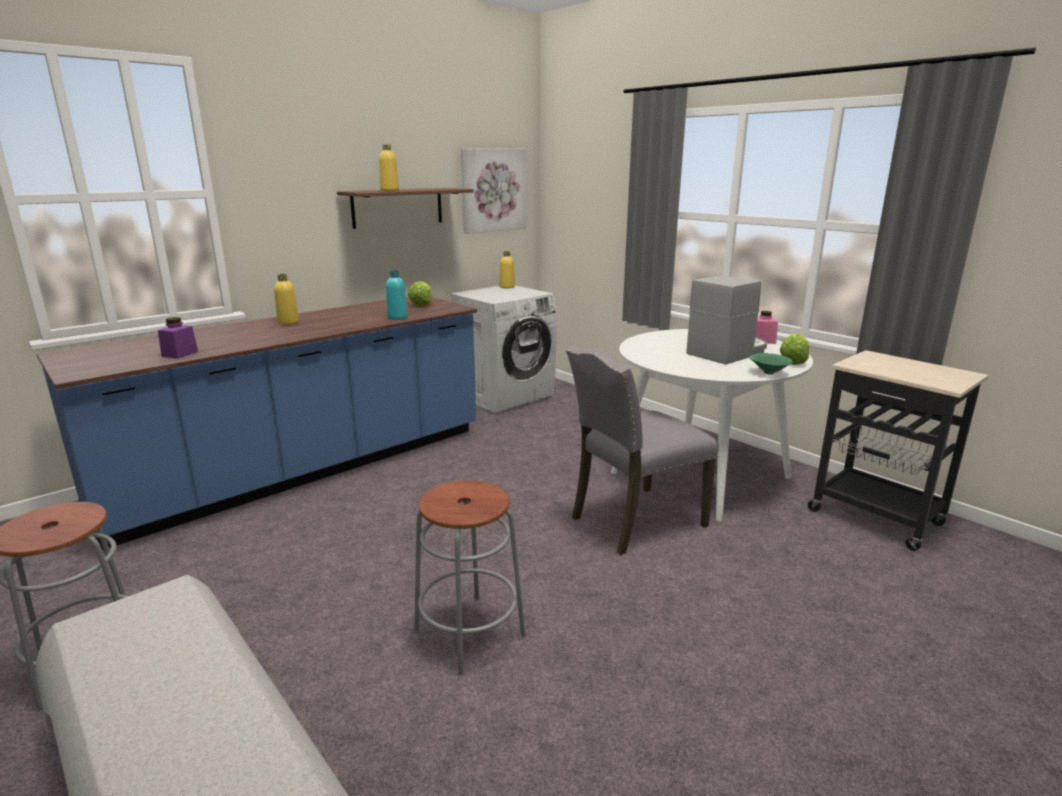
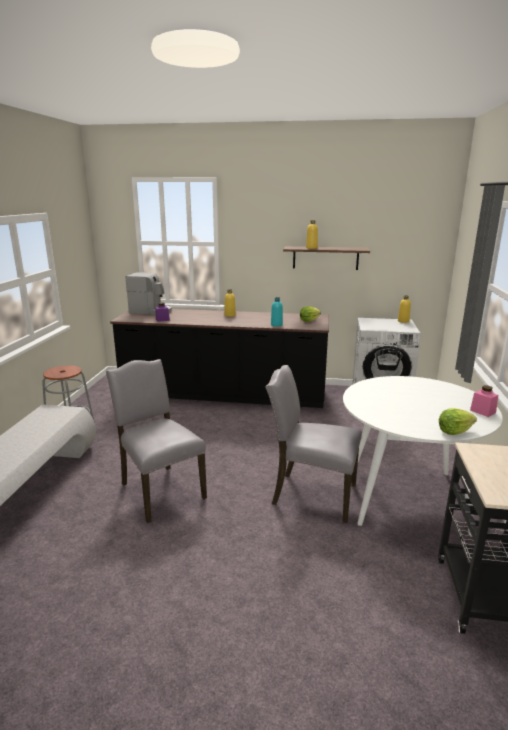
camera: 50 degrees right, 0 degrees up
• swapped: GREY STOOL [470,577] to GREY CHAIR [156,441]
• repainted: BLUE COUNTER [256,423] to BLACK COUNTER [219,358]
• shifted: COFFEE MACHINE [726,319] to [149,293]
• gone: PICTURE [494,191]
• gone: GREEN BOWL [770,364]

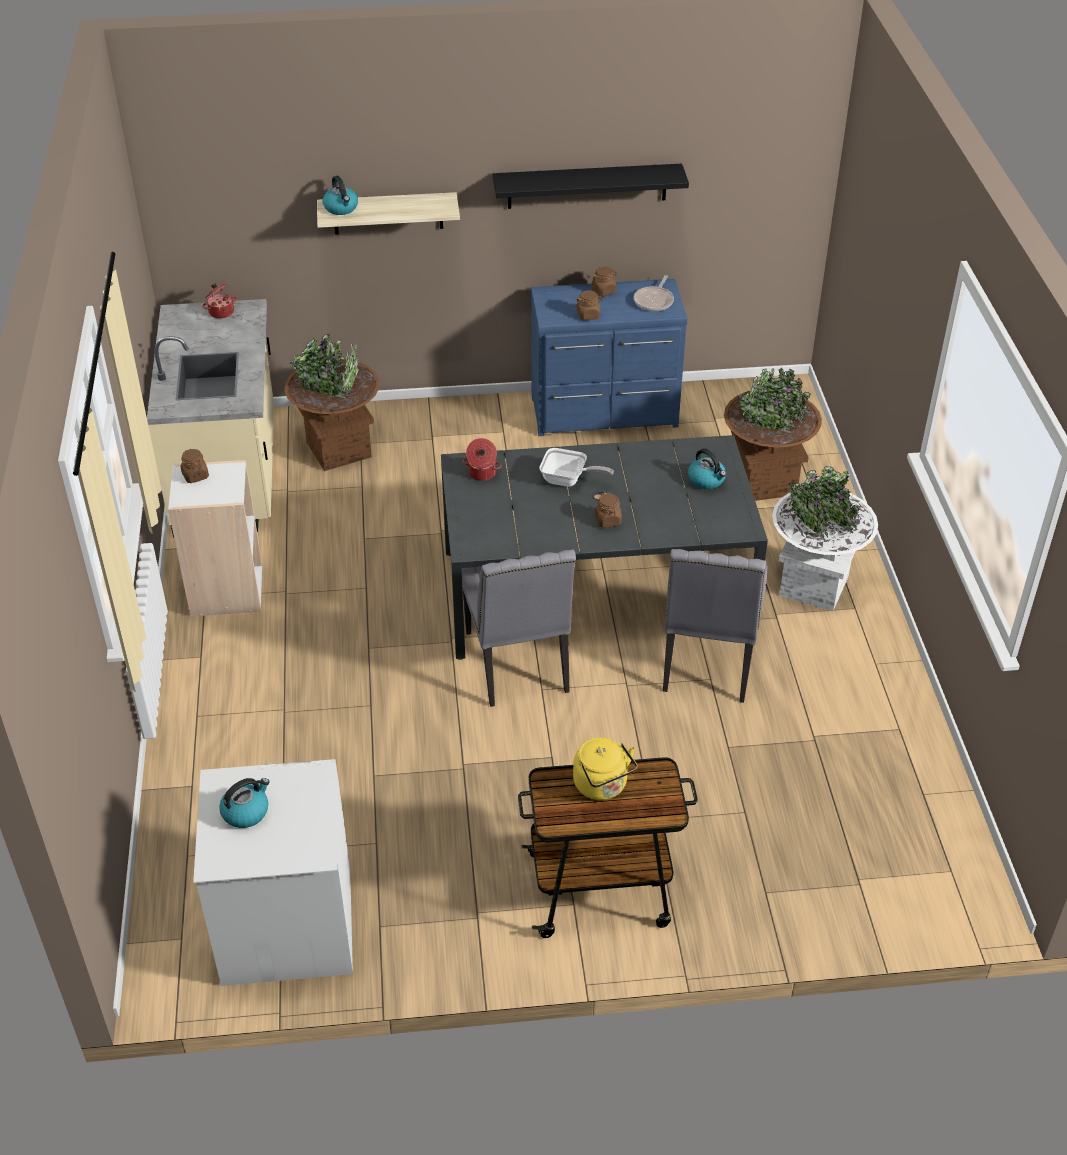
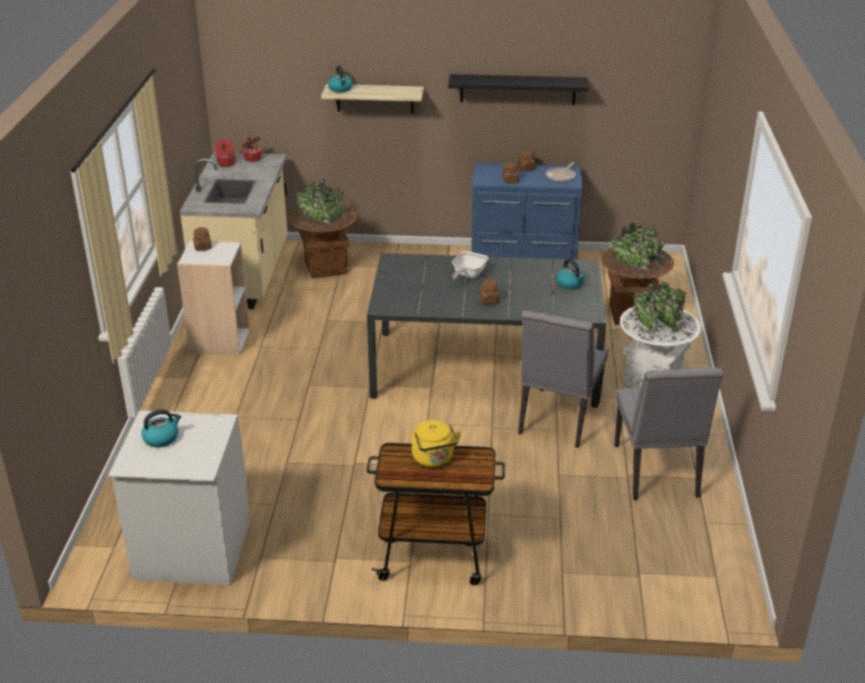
camera: 10 degrees right, 10 degrees down
• shifted: COOKING POT [482,459] to [226,153]
• rotated: FRYING PAN [576,467] = [470,265] 90 degrees clockwise
• shifted: GREY CHAIR [519,628] to [668,434]

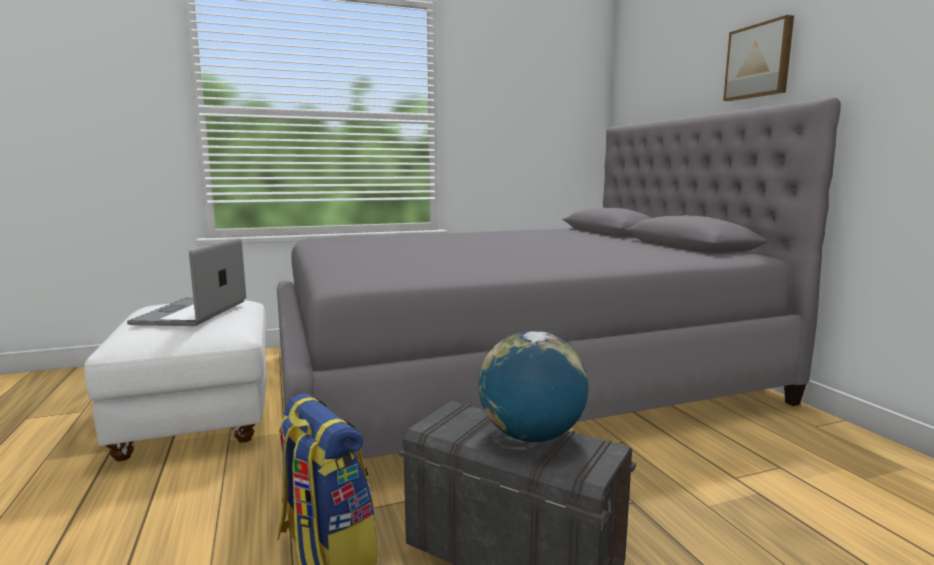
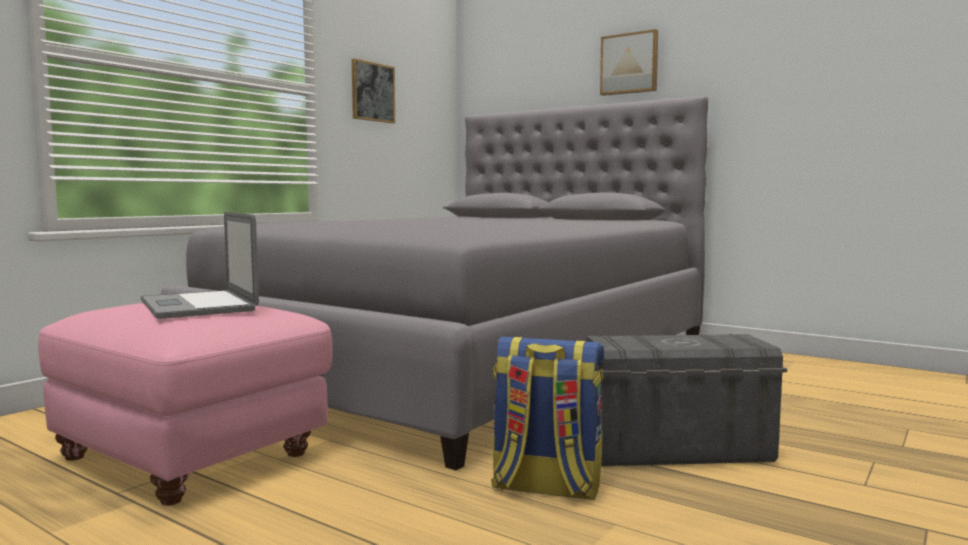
camera: 35 degrees left, 5 degrees down
• repainted: WHITE OTTOMAN [175,380] to PINK OTTOMAN [185,404]
• new: PICTURE [373,90]
• gone: GLOBE [533,386]

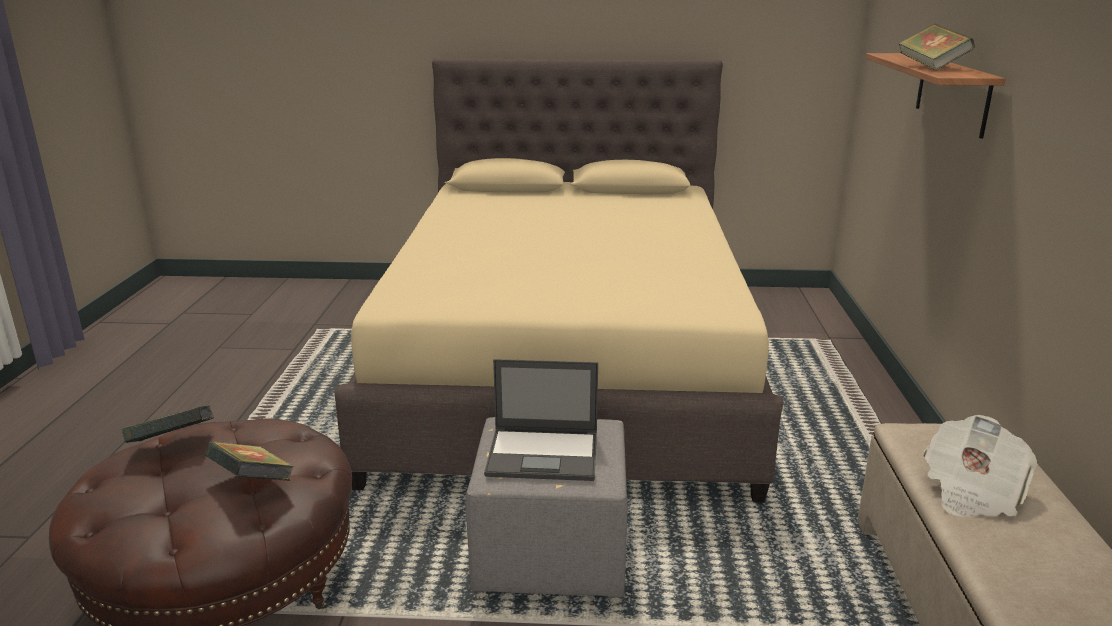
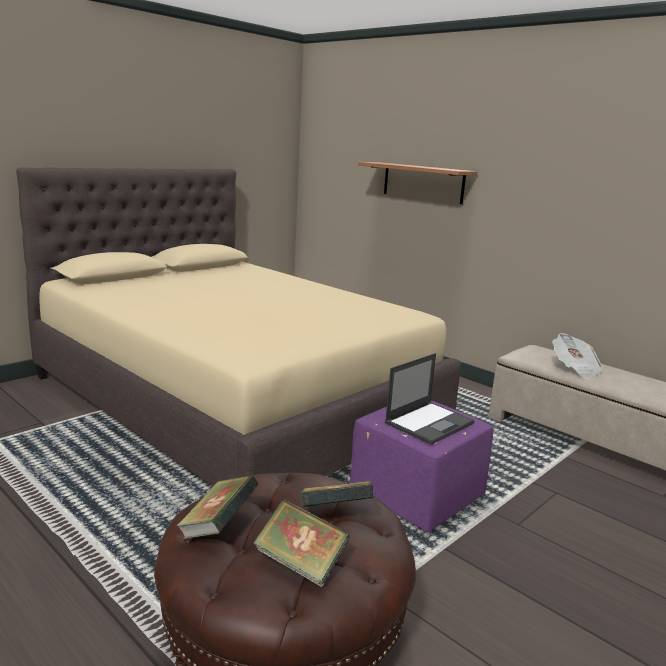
camera: 50 degrees left, 5 degrees down
• shifted: BOOK [936,47] to [301,543]
• repainted: GREY OTTOMAN [546,507] to PURPLE OTTOMAN [421,466]

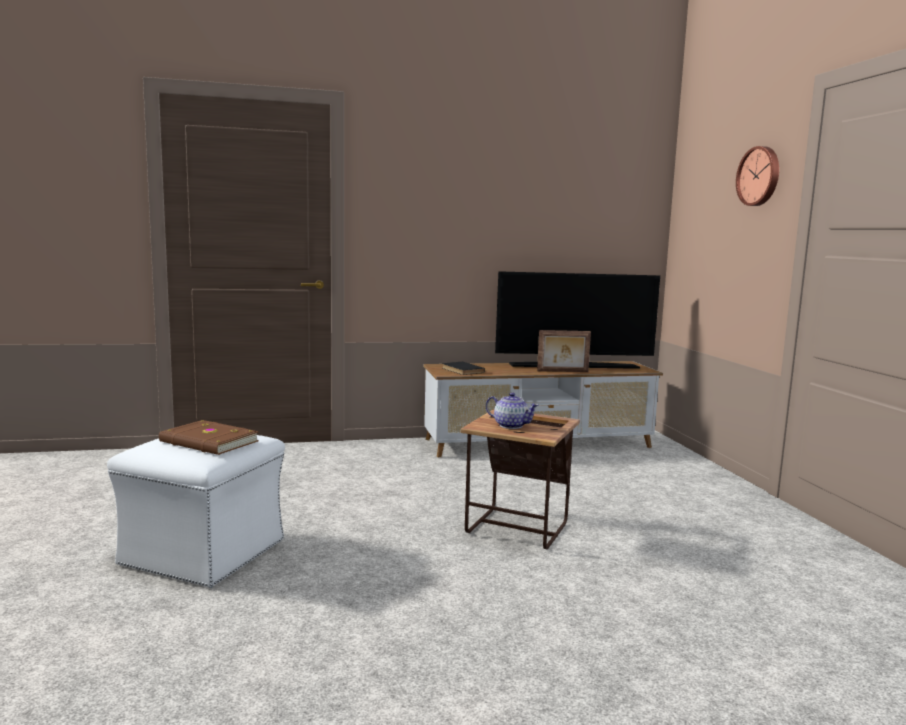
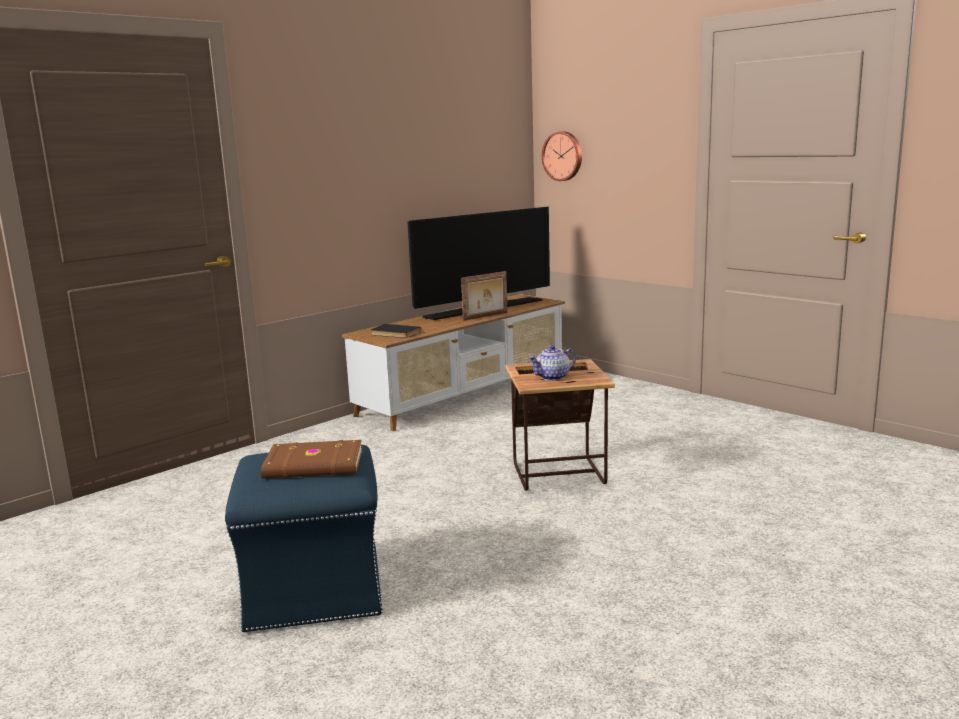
camera: 30 degrees left, 5 degrees up
• repainted: WHITE OTTOMAN [196,511] to BLUE OTTOMAN [304,538]
• rotated: TEAPOT [512,410] = [552,363] 150 degrees clockwise
• shifted: WALL CLOCK [757,176] to [562,156]

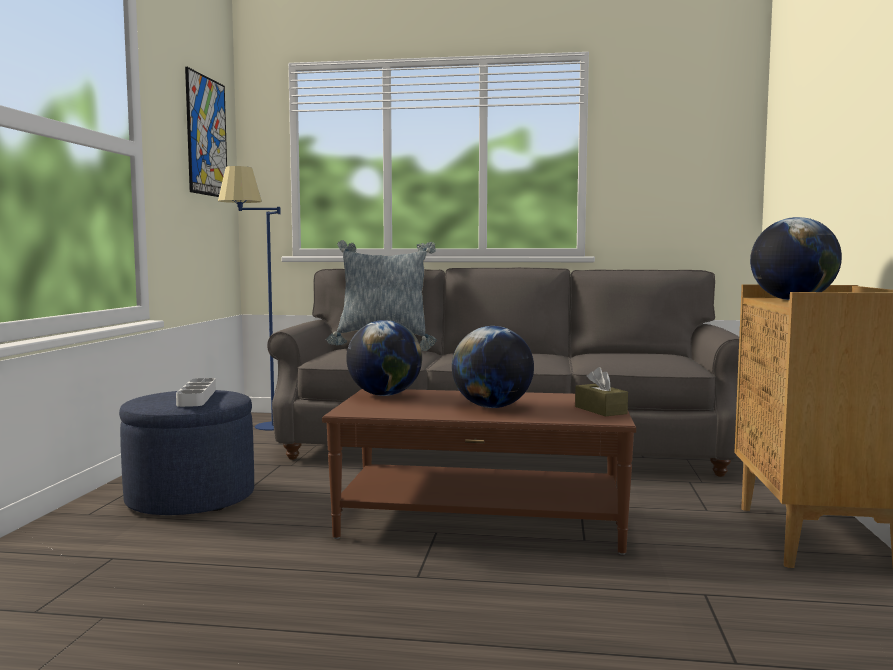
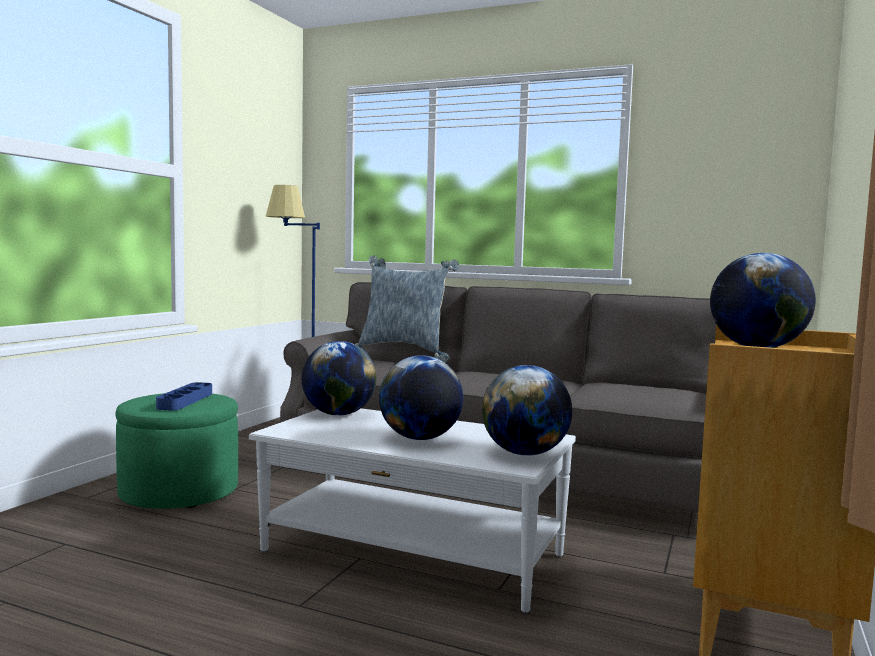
camera: 15 degrees right, 0 degrees up
• repainted: BLUE OTTOMAN [186,452] to GREEN OTTOMAN [177,451]
• repainted: GREY TRAY [196,392] to BLUE TRAY [184,396]
• repainted: BROWN COFFEE TABLE [479,472] to WHITE COFFEE TABLE [412,510]
• swapped: BROWN TISSUE BOX [601,391] to GLOBE [527,410]
• gone: PICTURE [206,132]

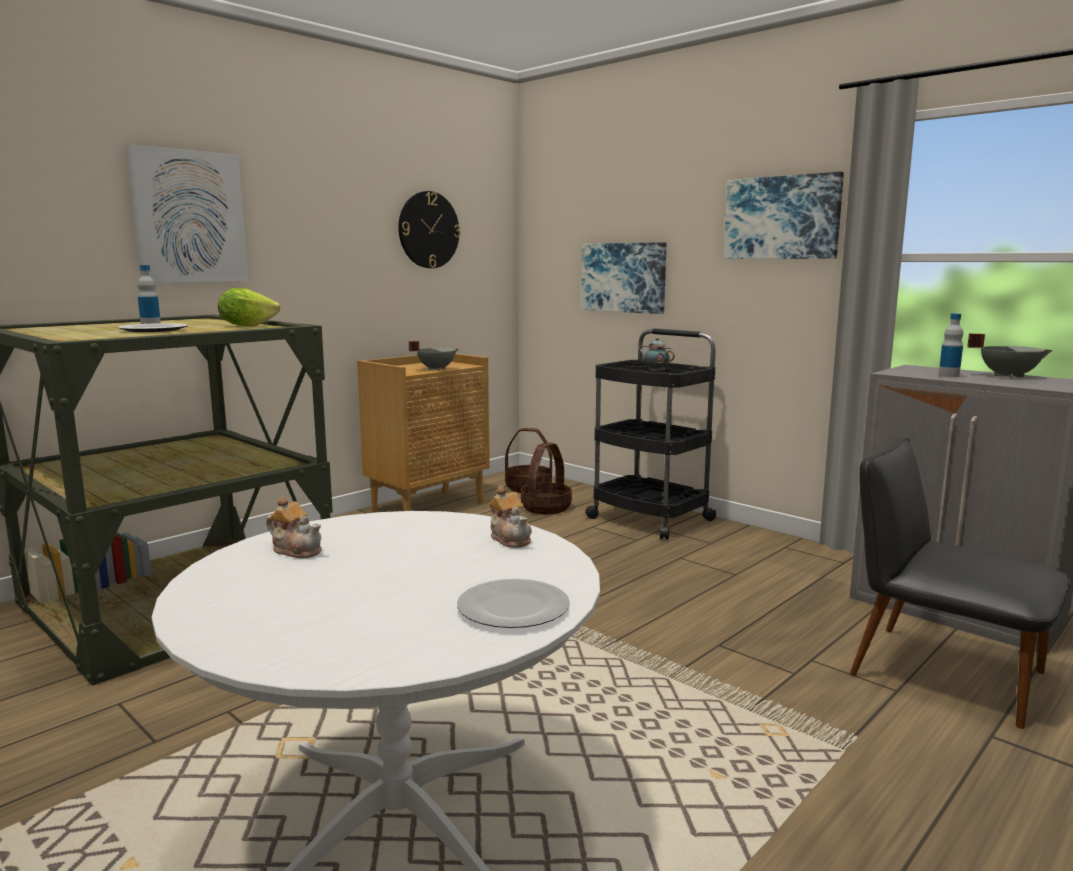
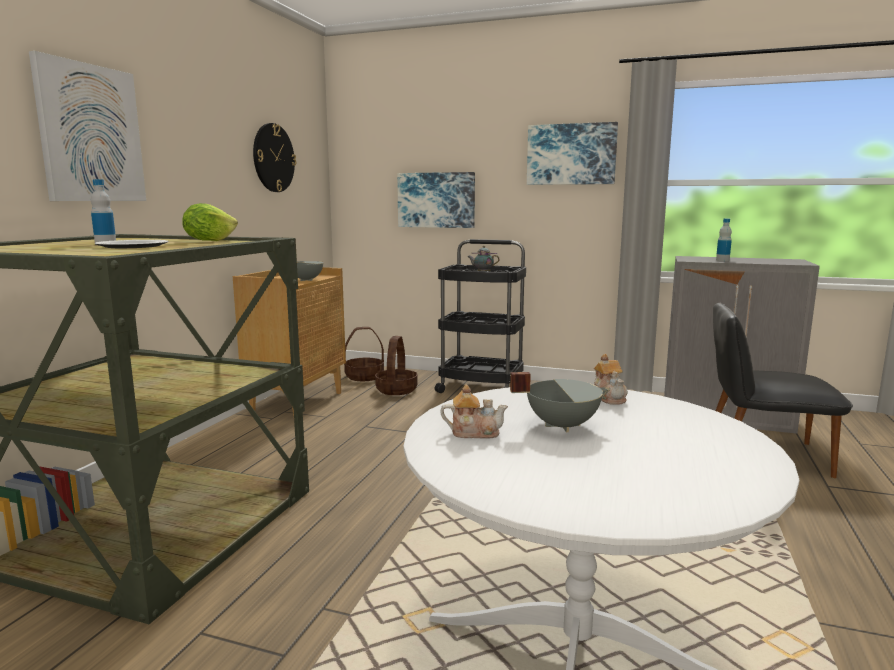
camera: 25 degrees left, 0 degrees up
• shifted: GREY COOKING POT [1010,355] to [560,402]
• rotated: TEAPOT [510,517] = [611,379] 45 degrees clockwise
• gone: PLATE [513,603]

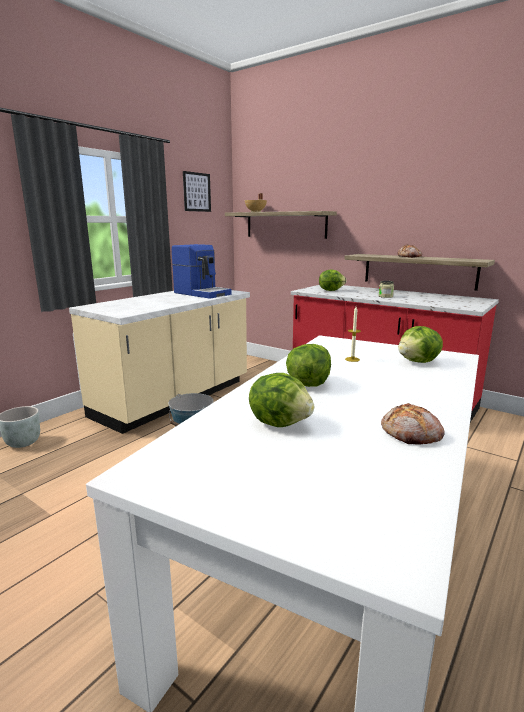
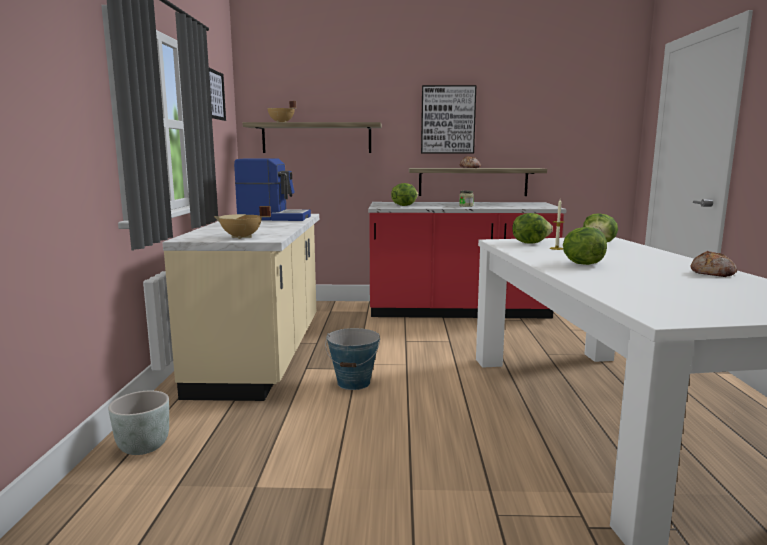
camera: 35 degrees left, 5 degrees down
• new: BEIGE COOKING POT [242,222]
• new: PICTURE [448,119]
• shifted: LETTUCE [281,400] to [532,228]

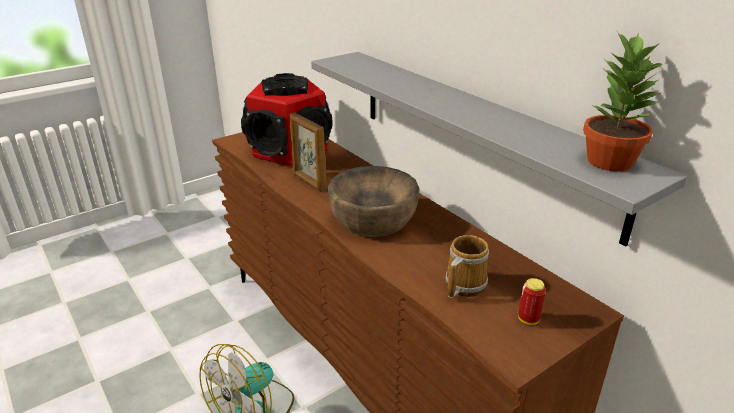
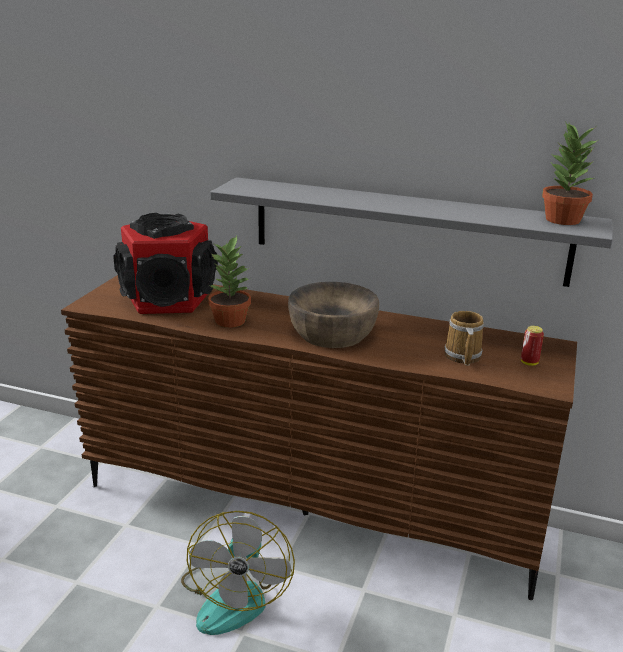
camera: 35 degrees left, 5 degrees down
• swapped: PICTURE FRAME [307,152] to POTTED PLANT [229,282]

